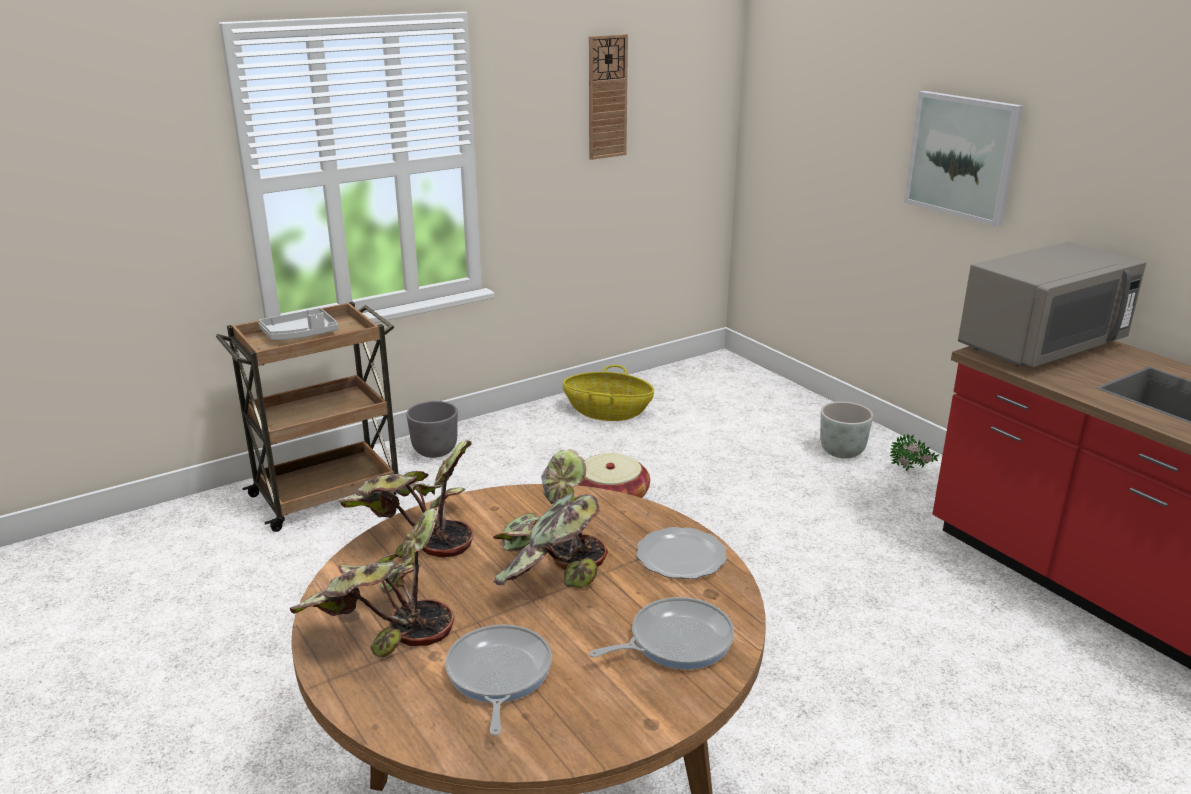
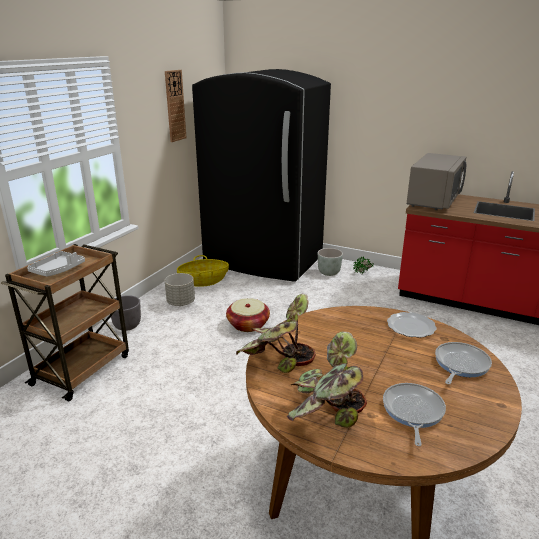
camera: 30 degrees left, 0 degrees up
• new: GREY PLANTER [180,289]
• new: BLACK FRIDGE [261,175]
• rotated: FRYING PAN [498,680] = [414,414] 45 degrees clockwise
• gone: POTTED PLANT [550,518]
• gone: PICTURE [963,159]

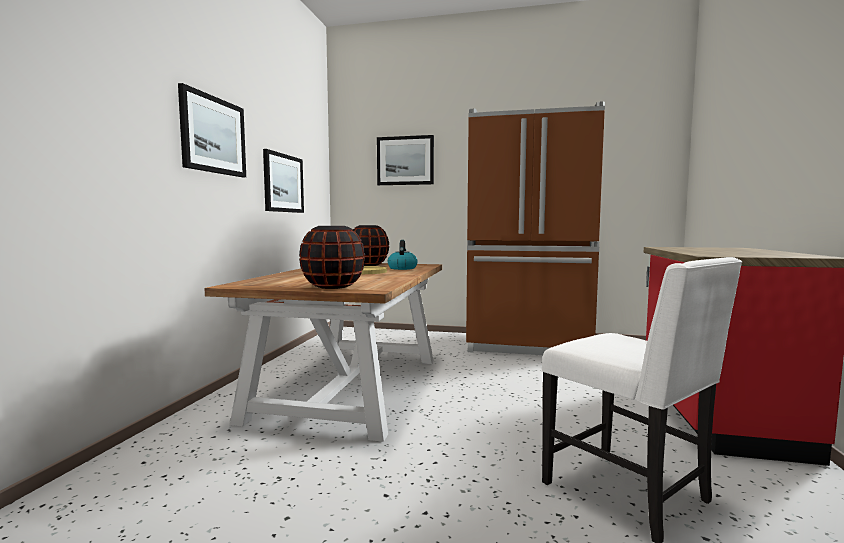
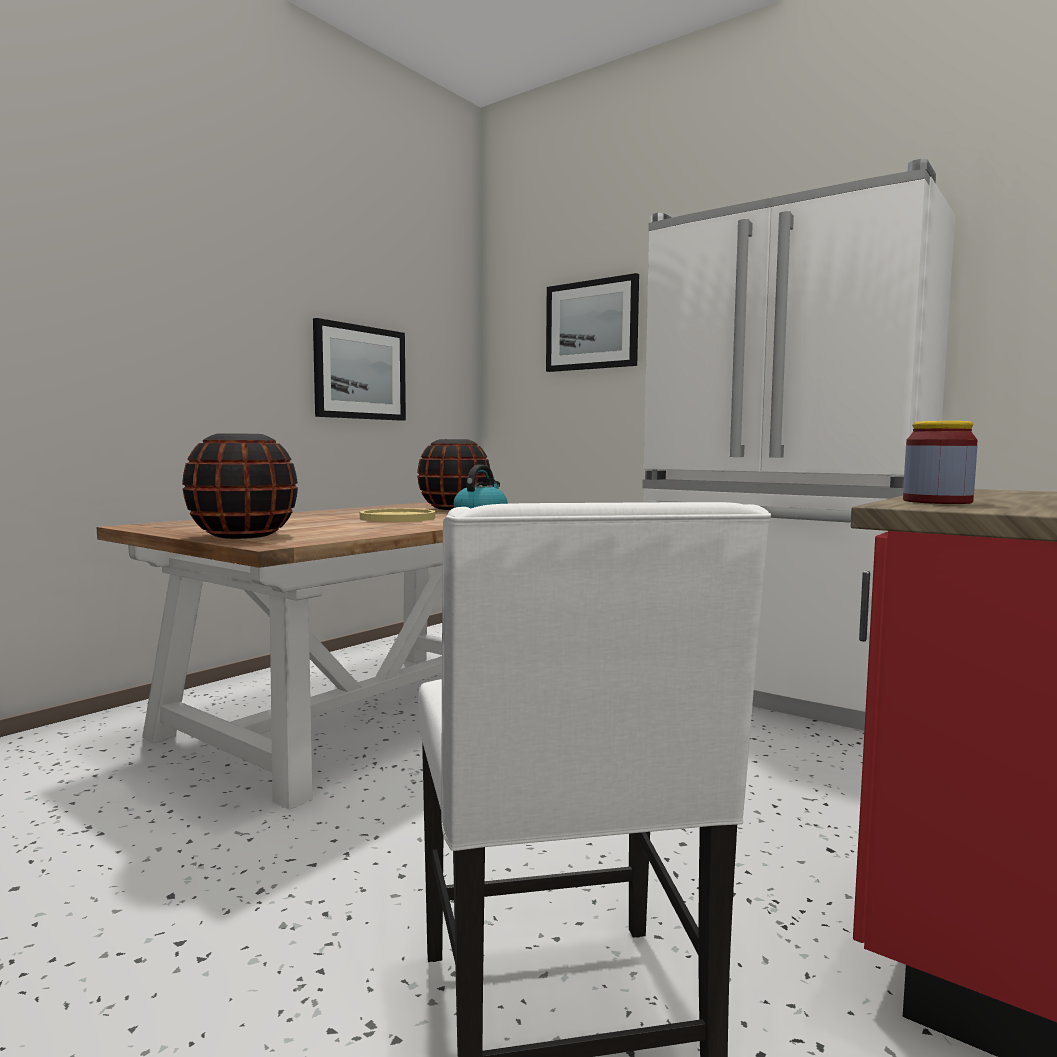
camera: 25 degrees right, 0 degrees up
• repainted: BROWN FRIDGE [535,228] to WHITE FRIDGE [798,445]
• new: JAR [940,462]
• gone: PICTURE [212,130]

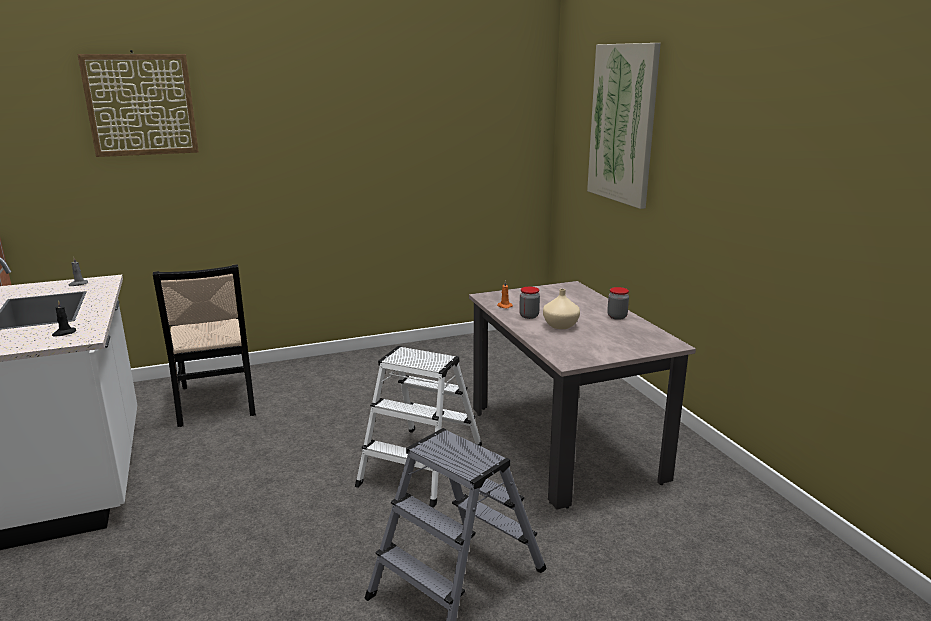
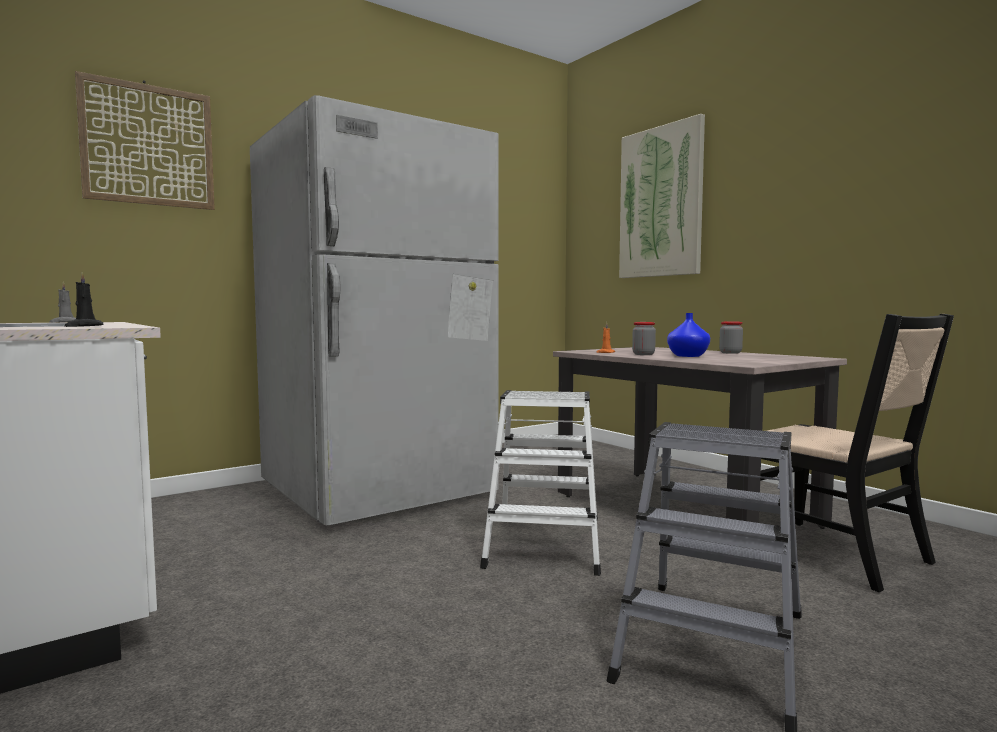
camera: 15 degrees left, 15 degrees down
• new: WHITE FRIDGE [374,310]
• repainted: BEIGE VASE [561,309] to BLUE VASE [688,335]
• shifted: CHAIR [204,345] to [857,453]

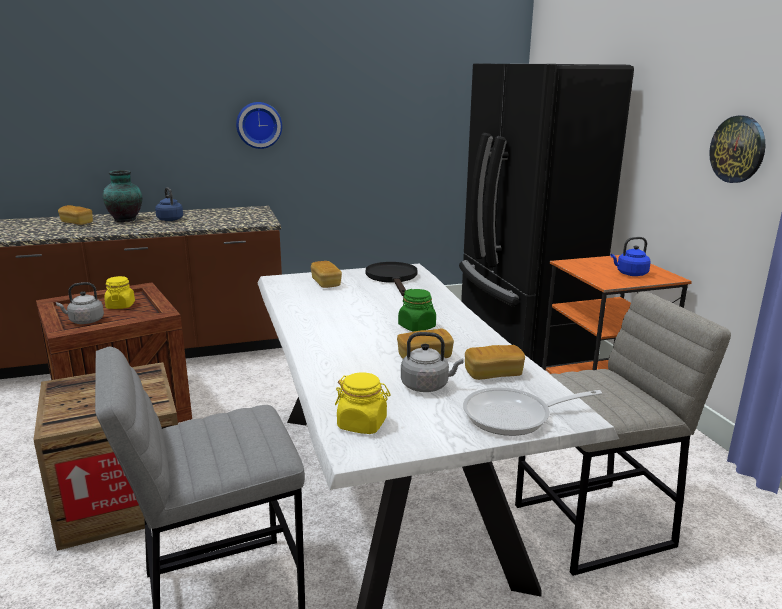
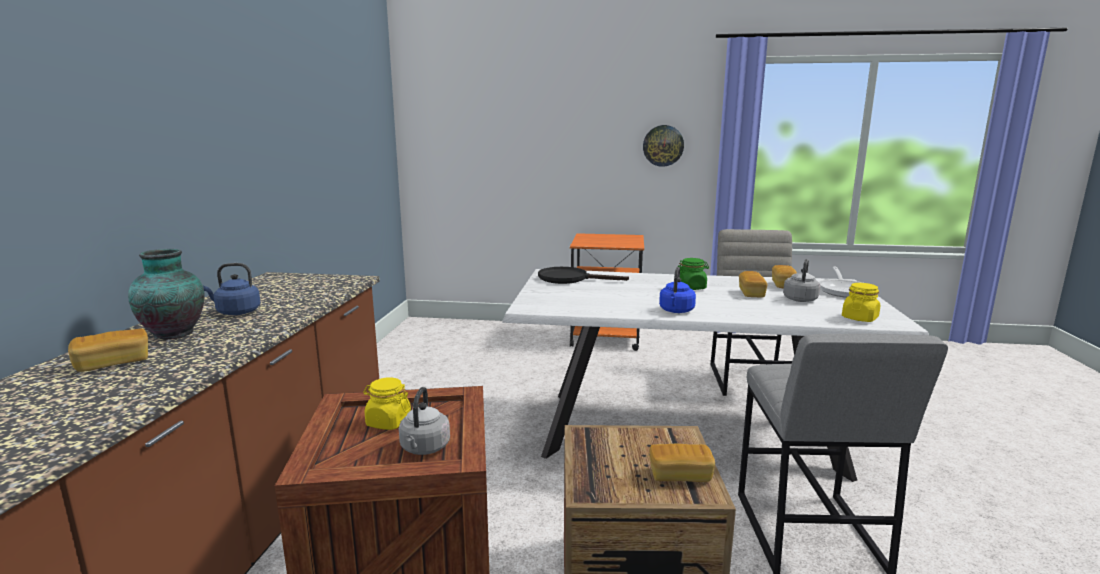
camera: 65 degrees left, 5 degrees down
• shifted: BREAD [326,274] to [682,463]
• shifted: BLUE KETTLE [630,256] to [677,290]
• gone: WALL CLOCK [259,125]
• gone: BLACK FRIDGE [546,216]

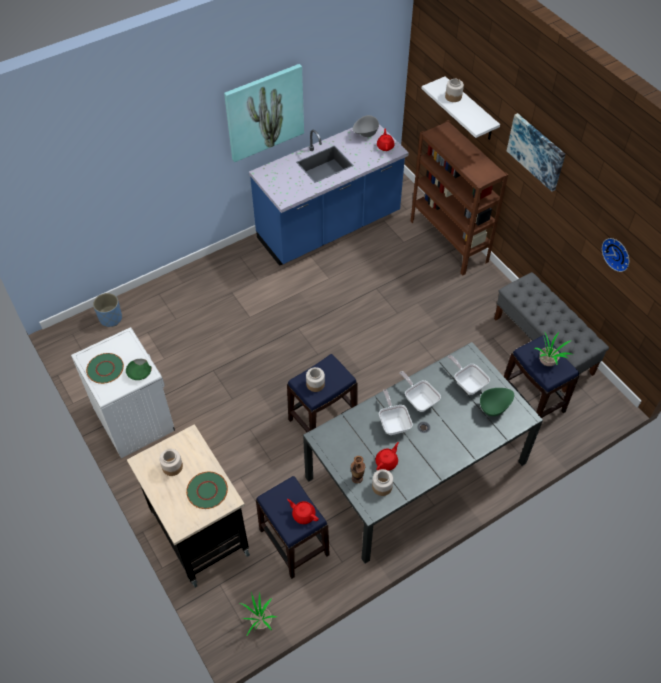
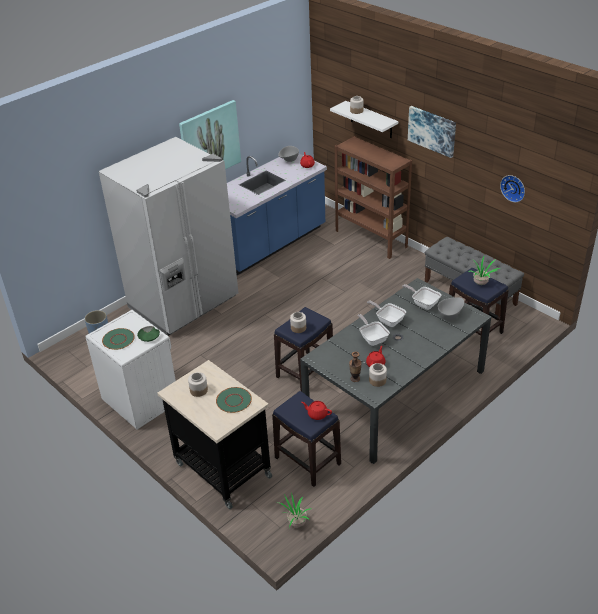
camera: 10 degrees left, 15 degrees down
• new: WHITE FRIDGE [169,236]
• repainted: GREEN BOWL [497,402] to GREY BOWL [451,308]

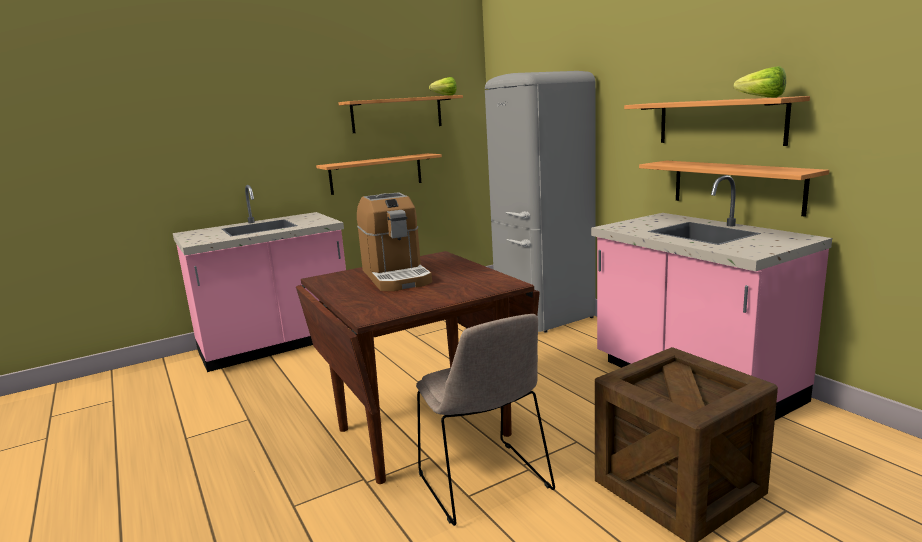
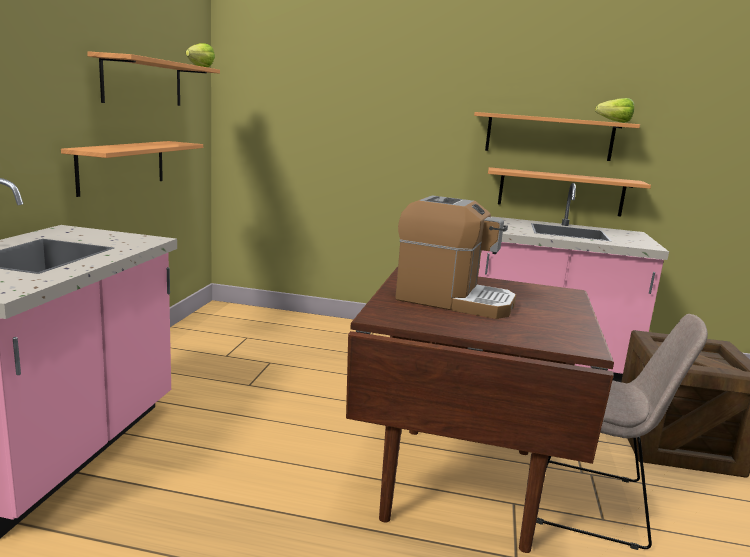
camera: 50 degrees left, 0 degrees up
• gone: GREY FRIDGE [540,202]

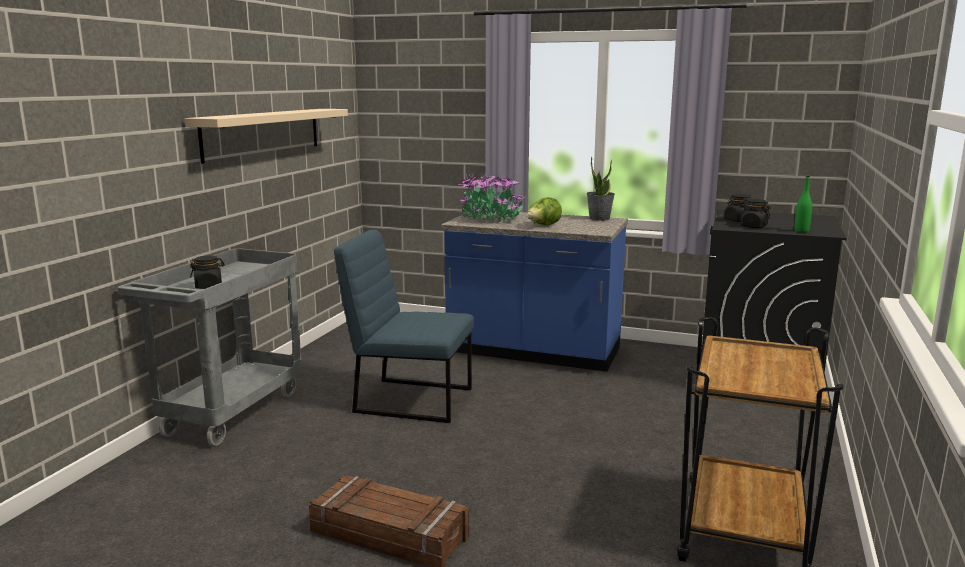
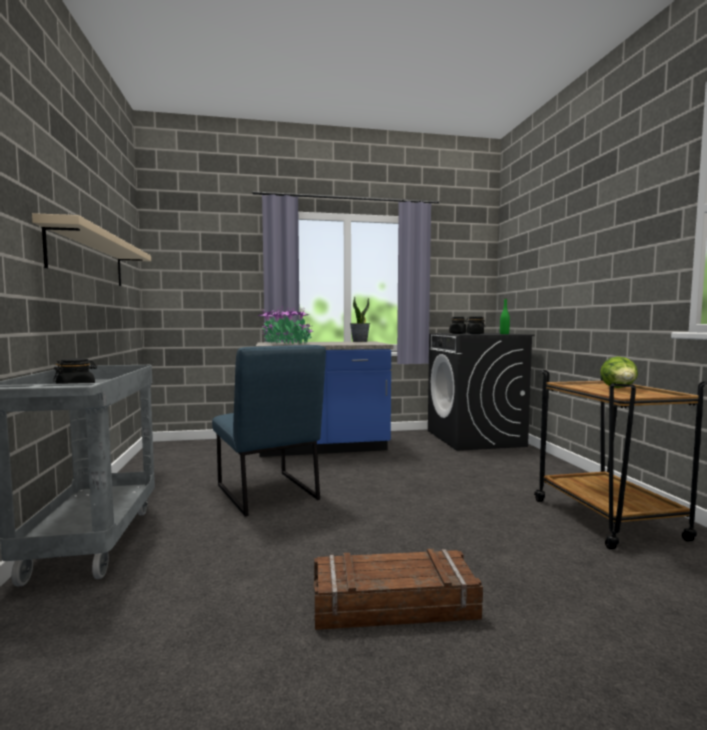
camera: 30 degrees left, 10 degrees down
• rotated: BLUE CHAIR [404,326] = [269,431] 105 degrees counterclockwise
• shifted: LETTUCE [544,211] to [619,372]

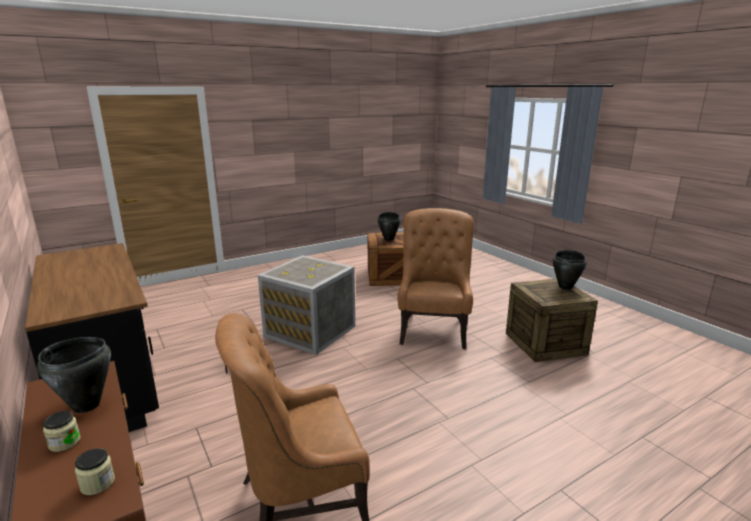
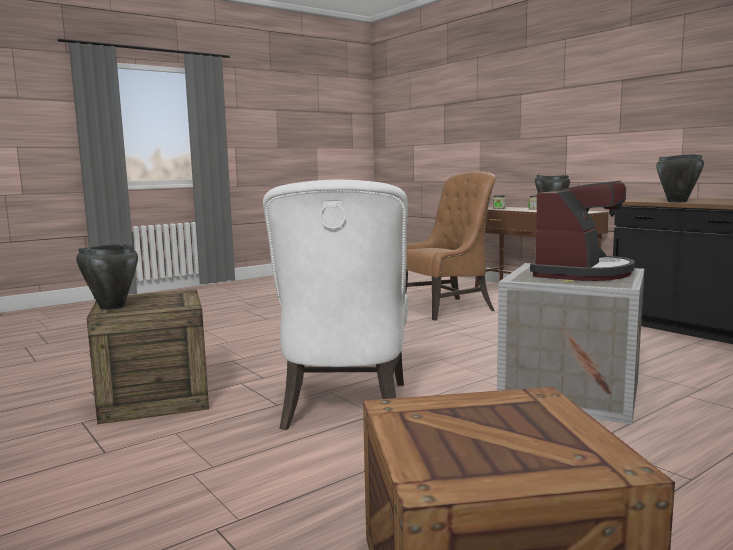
camera: 175 degrees right, 10 degrees down
• repainted: BROWN CHAIR [435,278] to WHITE CHAIR [336,305]
• new: COFFEE MACHINE [582,231]
• shifted: BLACK COOKING POT [389,226] to [680,178]

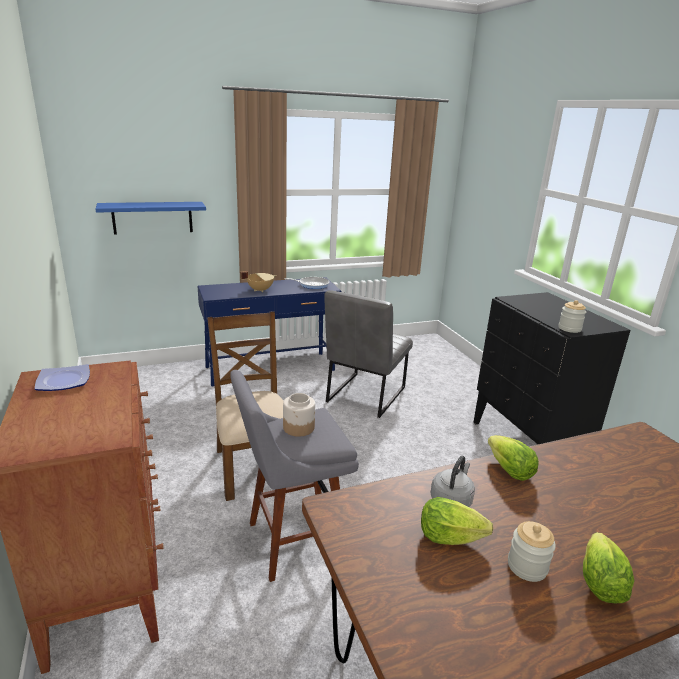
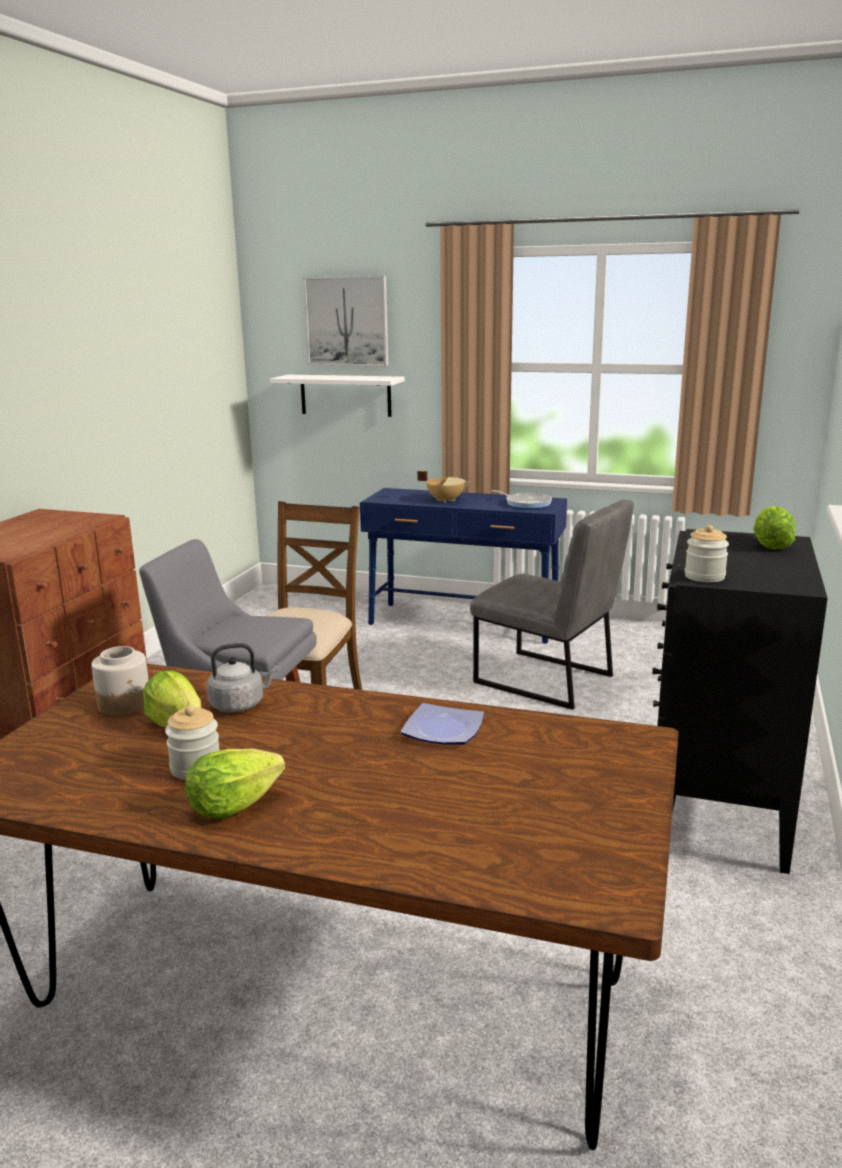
camera: 40 degrees right, 5 degrees down
• shifted: JAR [299,415] to [120,680]
• repainted: BLUE SHELF [151,218] to WHITE SHELF [337,396]
• new: PICTURE [345,321]
• shifted: PLATE [62,377] to [442,724]
• rotated: GREY CHAIR [368,354] = [552,605] 120 degrees counterclockwise
• shifted: LETTUCE [513,458] to [774,528]

